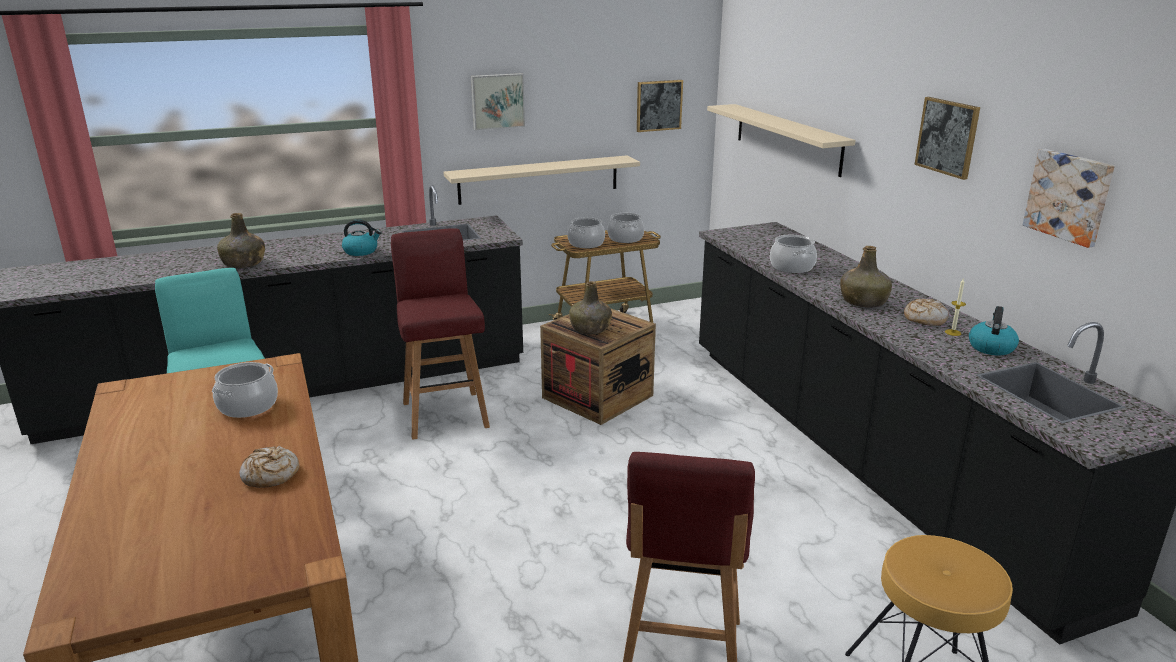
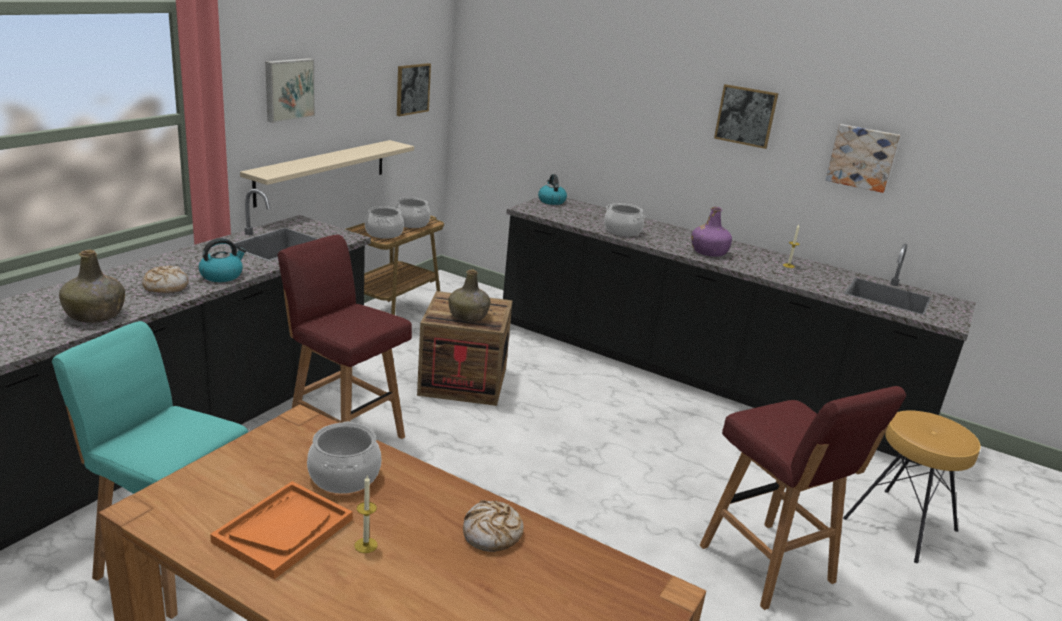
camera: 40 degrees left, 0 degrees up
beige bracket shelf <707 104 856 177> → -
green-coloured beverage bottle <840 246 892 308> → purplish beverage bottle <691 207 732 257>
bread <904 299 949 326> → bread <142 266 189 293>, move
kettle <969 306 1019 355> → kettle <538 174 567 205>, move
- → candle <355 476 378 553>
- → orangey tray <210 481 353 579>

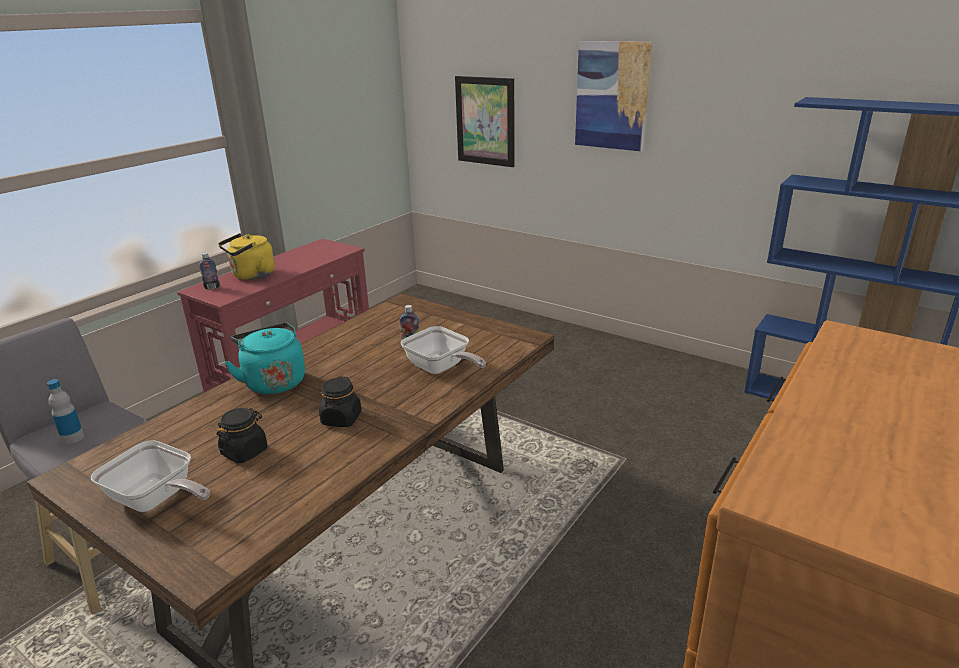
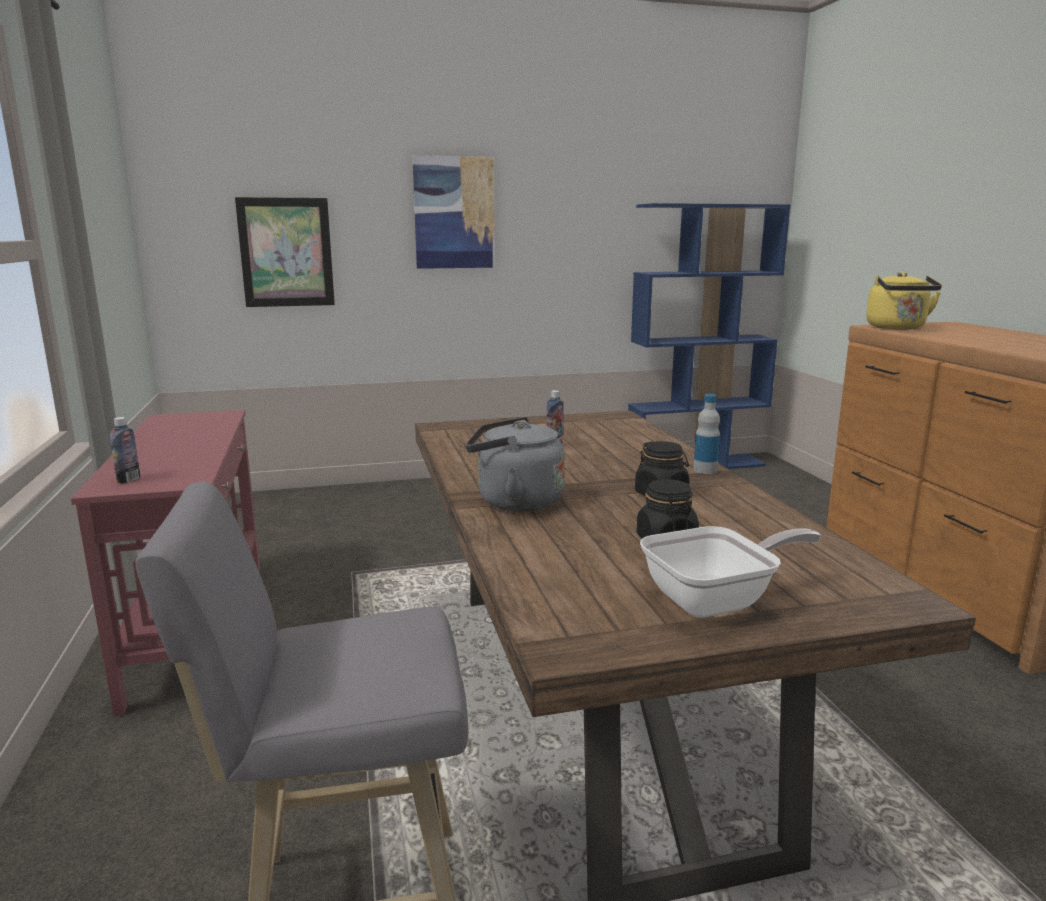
camera: 50 degrees left, 10 degrees down
yellow-coloured kettle <218 233 275 280> → yellow-coloured kettle <866 272 942 330>, move
turquoise kettle <224 323 305 394> → gray kettle <466 417 565 512>
skillet <400 326 486 374> → -
beverage bottle <47 379 84 444> → beverage bottle <693 394 720 474>, move

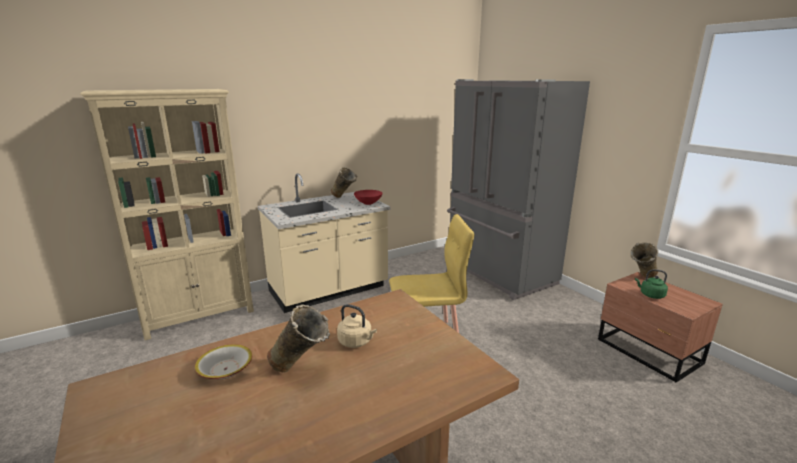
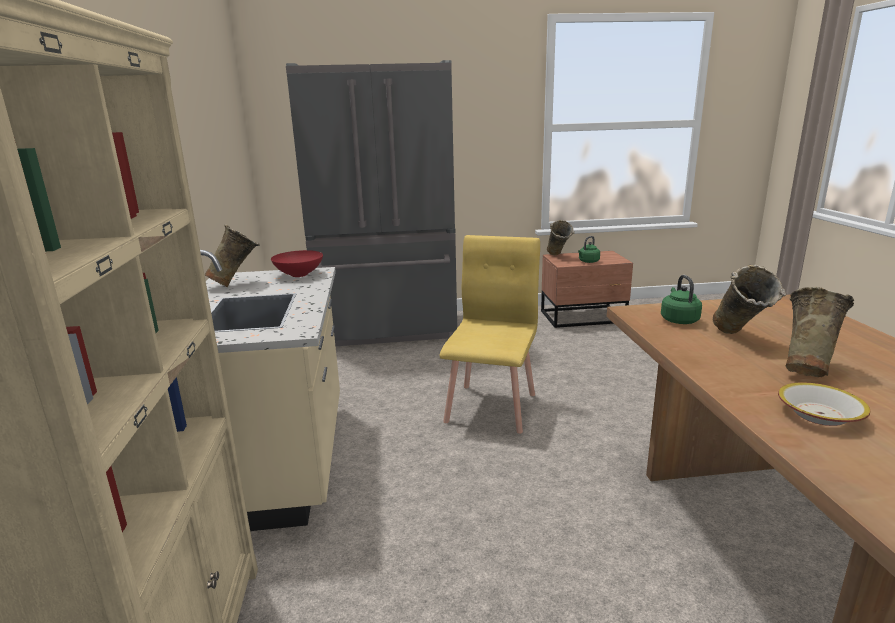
camera: 65 degrees left, 0 degrees up
beige kettle <337 304 377 348> → beige vase <713 265 786 334>
- → green-coloured kettle <661 275 702 324>

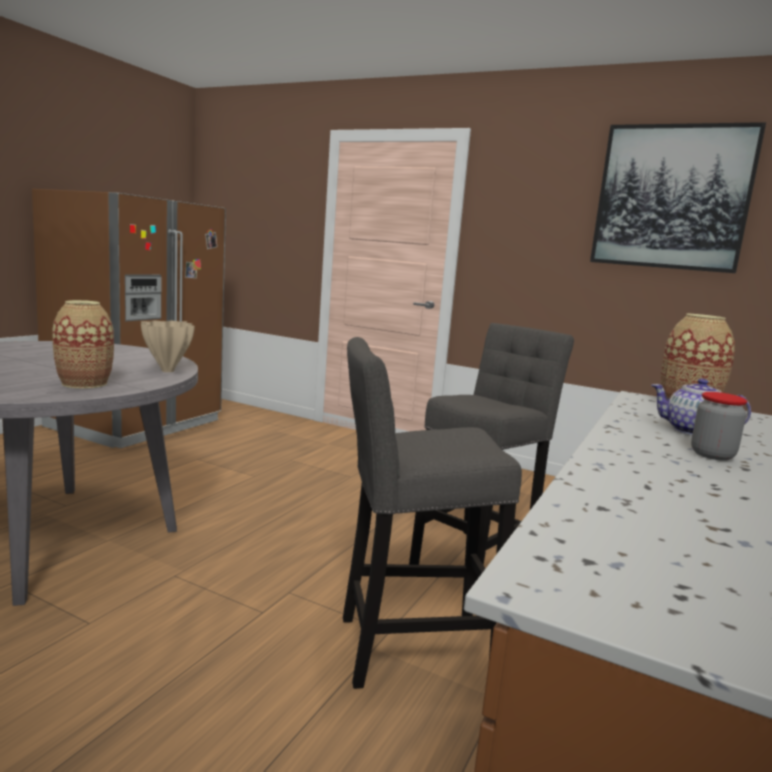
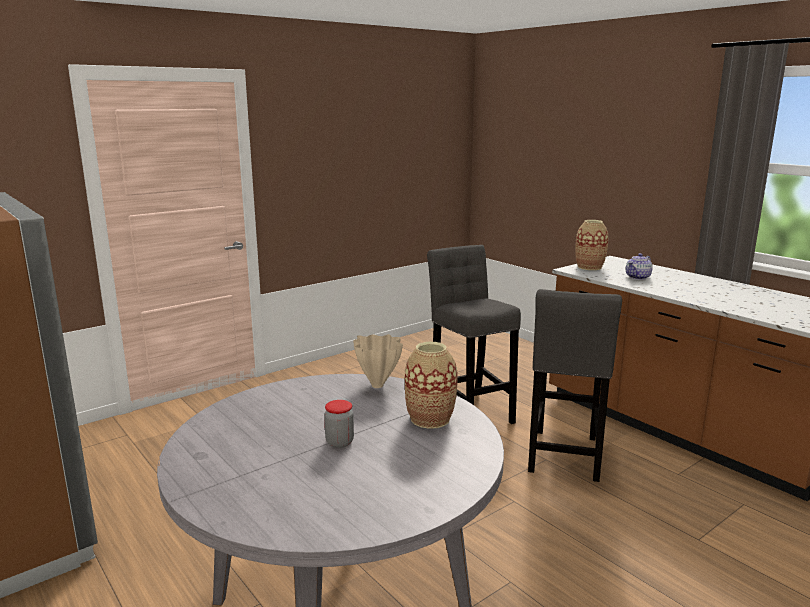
camera: 65 degrees left, 5 degrees up
wall picture <590 122 766 273> → -
storage jar <691 392 747 461> → storage jar <324 400 354 448>, move

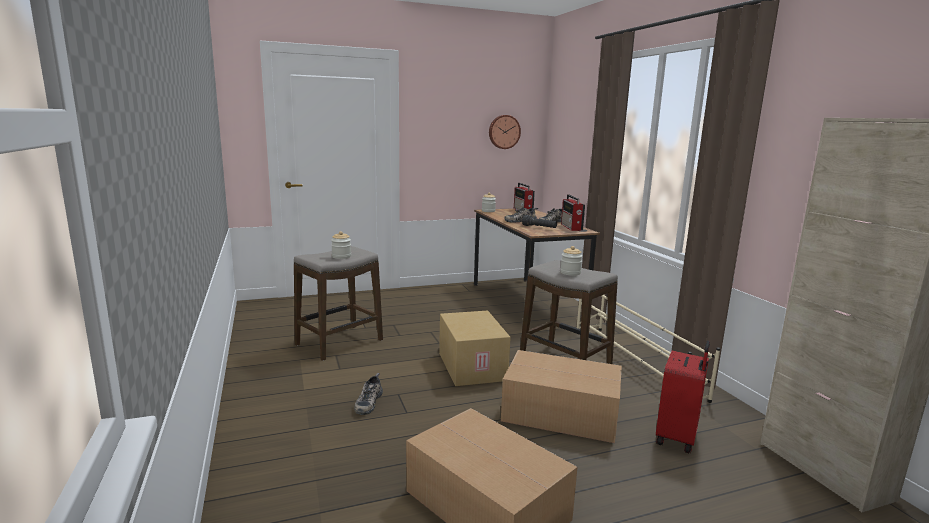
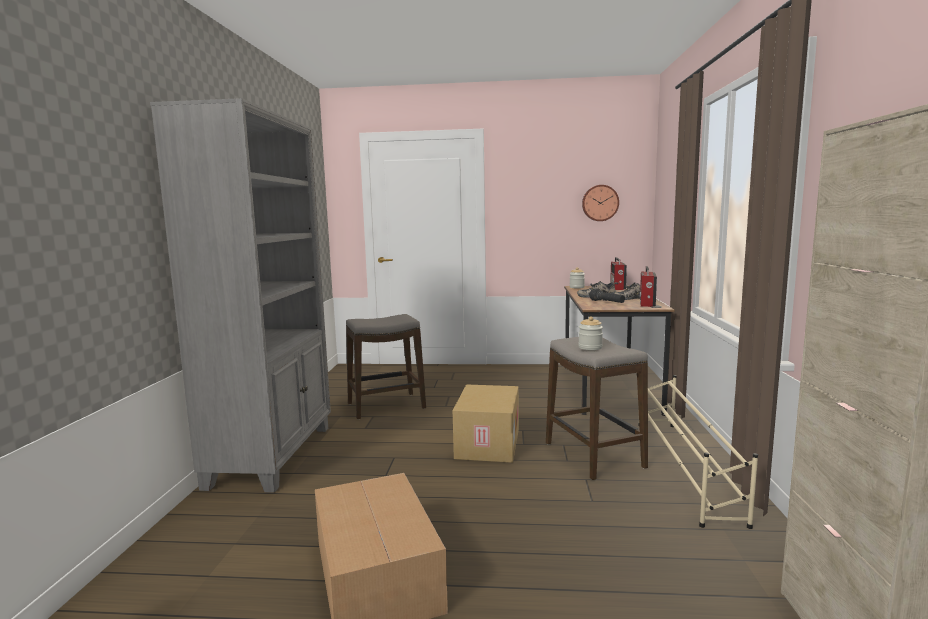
camera: 25 degrees right, 5 degrees down
storage jar <331 231 351 259> → -
reddish travel case <656 341 710 453> → -
cardboard box <501 350 622 443> → -
item of footwear <354 373 383 415> → -
- → gray bookcase <150 98 331 493>

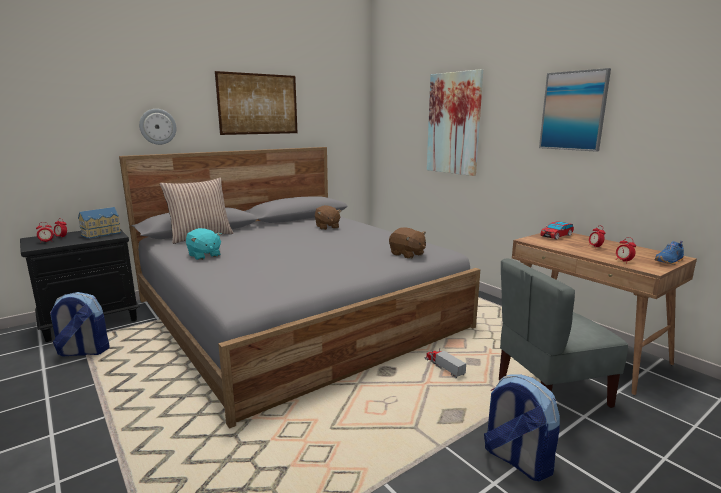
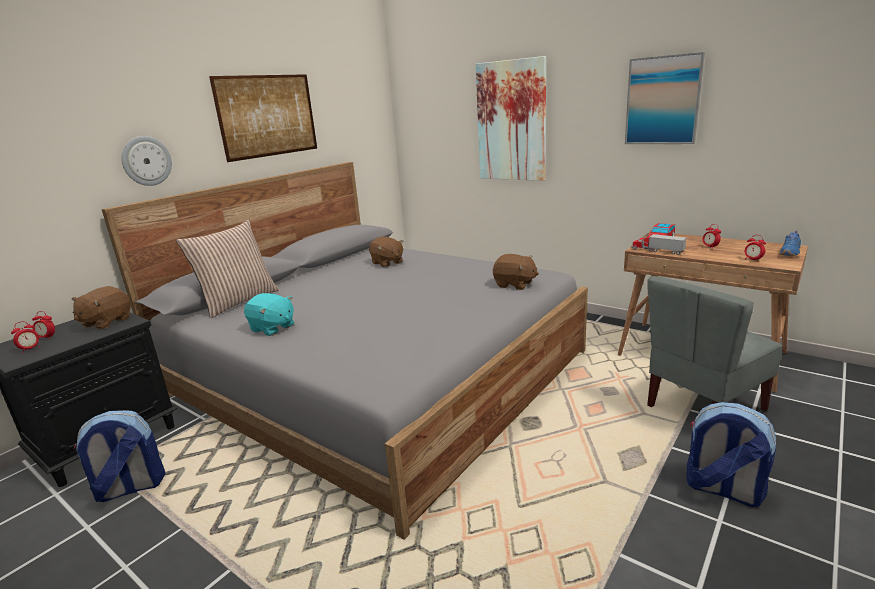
camera: 15 degrees left, 5 degrees up
model house <78 207 121 239> → brown-coloured cuddly toy <72 286 130 330>
model truck <425 348 466 379> → model truck <631 233 686 255>, move

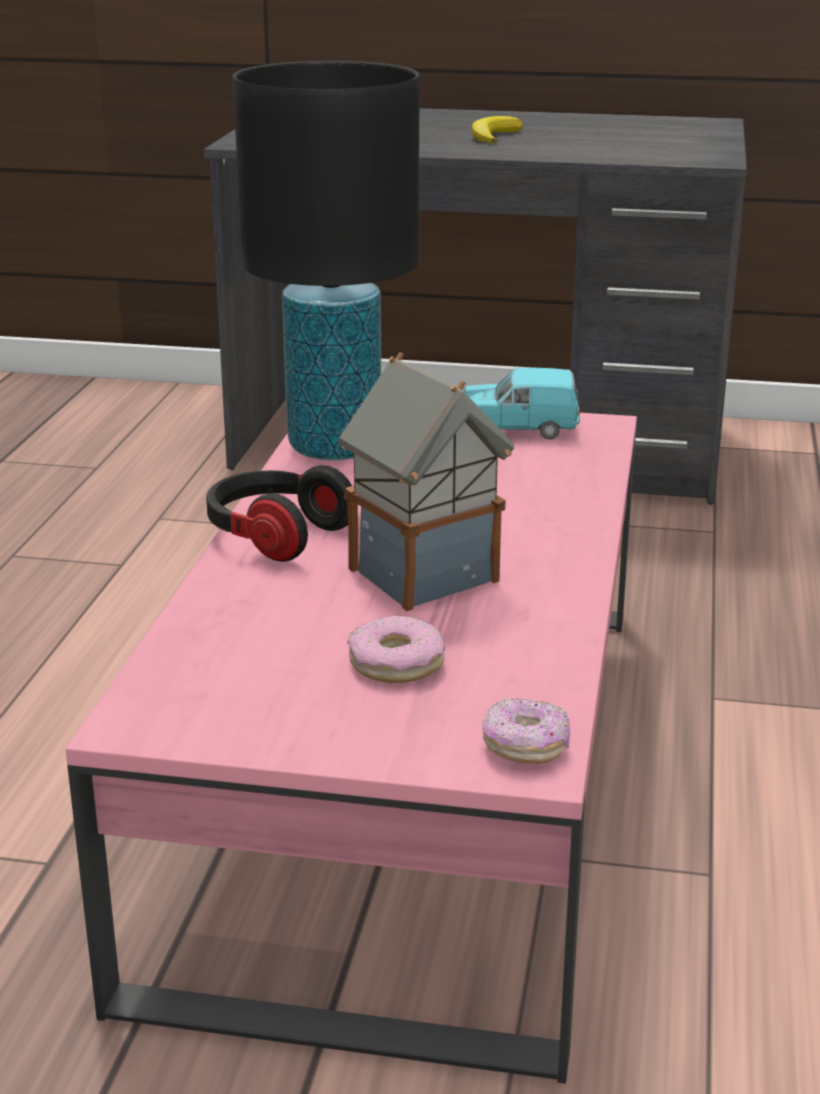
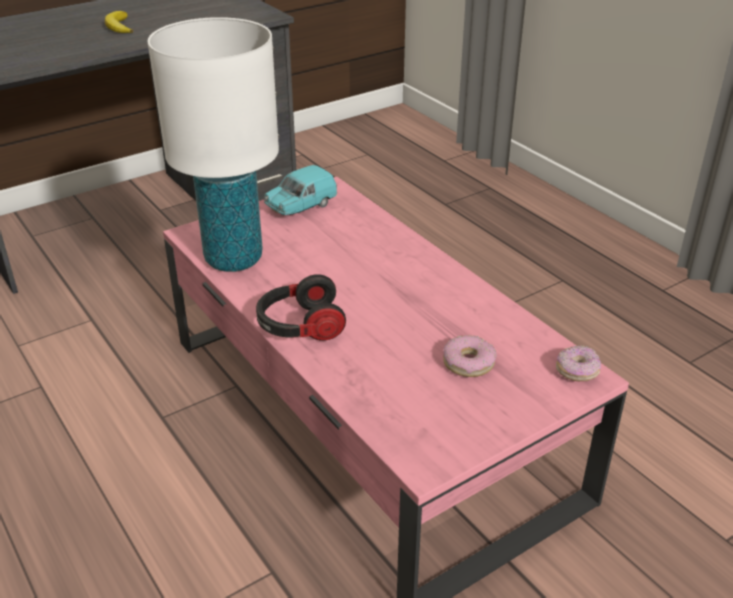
camera: 45 degrees left, 10 degrees up
black-coloured tabletop lamp <232 61 420 460> → white tabletop lamp <147 17 279 272>
model house <338 352 514 611> → -

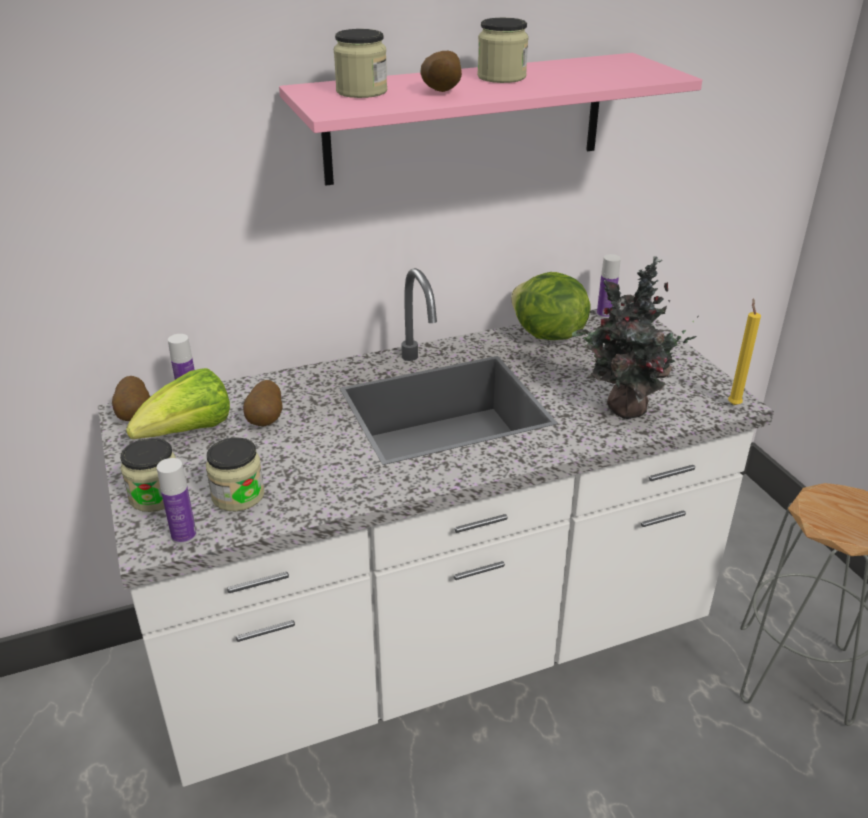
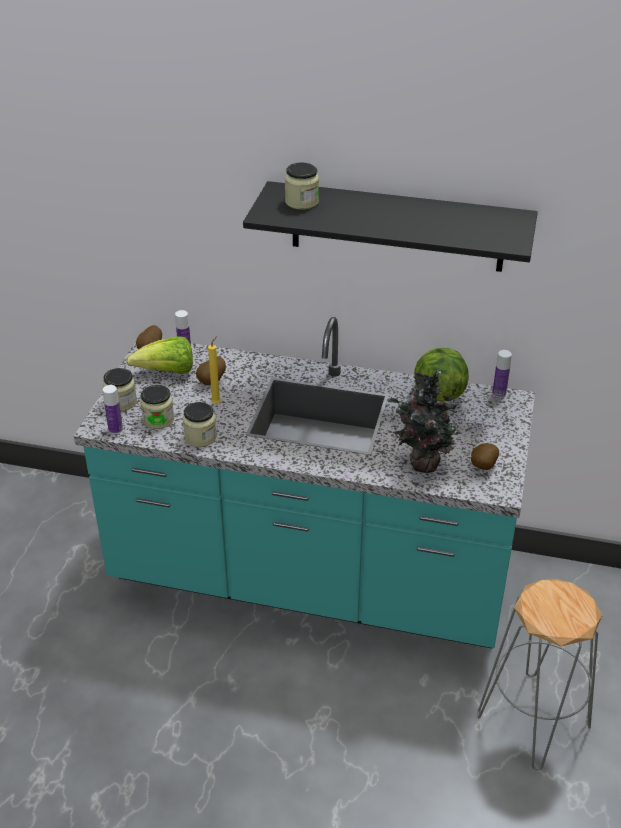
camera: 35 degrees right, 5 degrees up
storage jar <477 18 529 83> → storage jar <183 402 217 447>, move
spud <420 51 462 92> → spud <471 443 499 470>, move
pink-coloured bracket shelf <279 53 702 186> → black-coloured bracket shelf <243 181 538 272>
white kitchen base unit <97 268 774 787> → turquoise kitchen base unit <74 317 535 649>
yellow-coloured candle <728 298 761 405> → yellow-coloured candle <208 336 221 404>, move

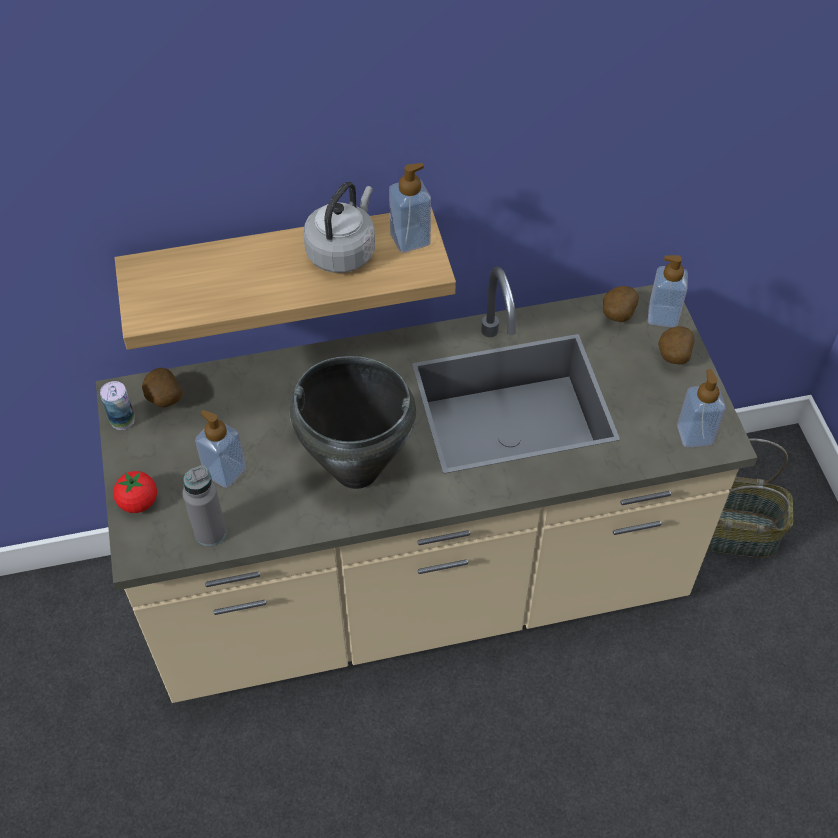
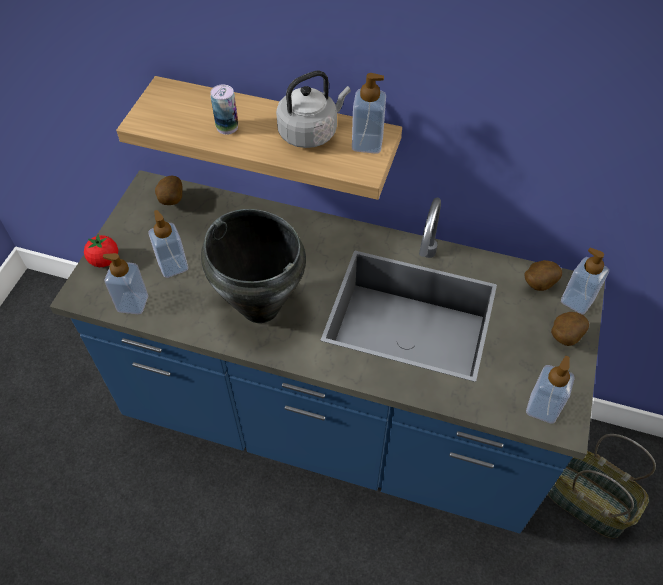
camera: 30 degrees right, 0 degrees up
beige kitchen base unit <96 267 758 703> → bluish kitchen base unit <49 170 605 533>
can <100 381 135 430> → can <210 85 238 135>, move
gray beverage bottle <182 465 227 546> → soap bottle <103 253 148 314>

